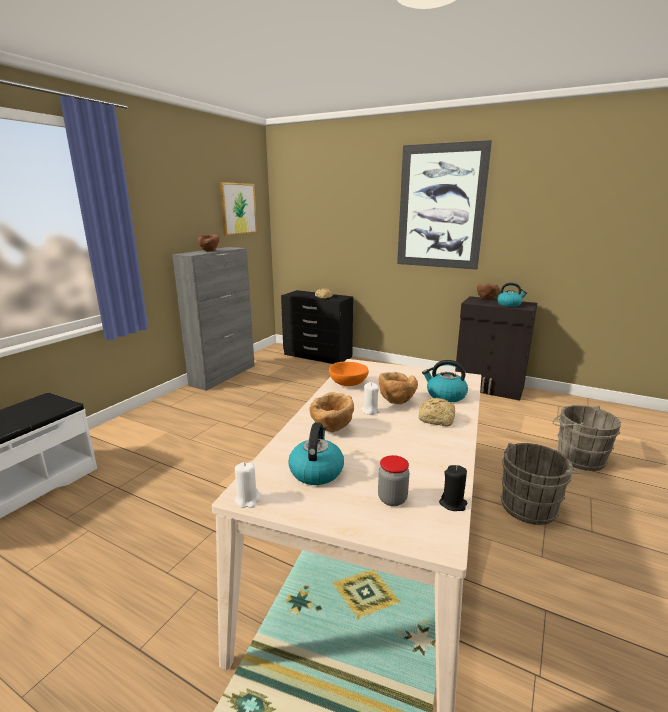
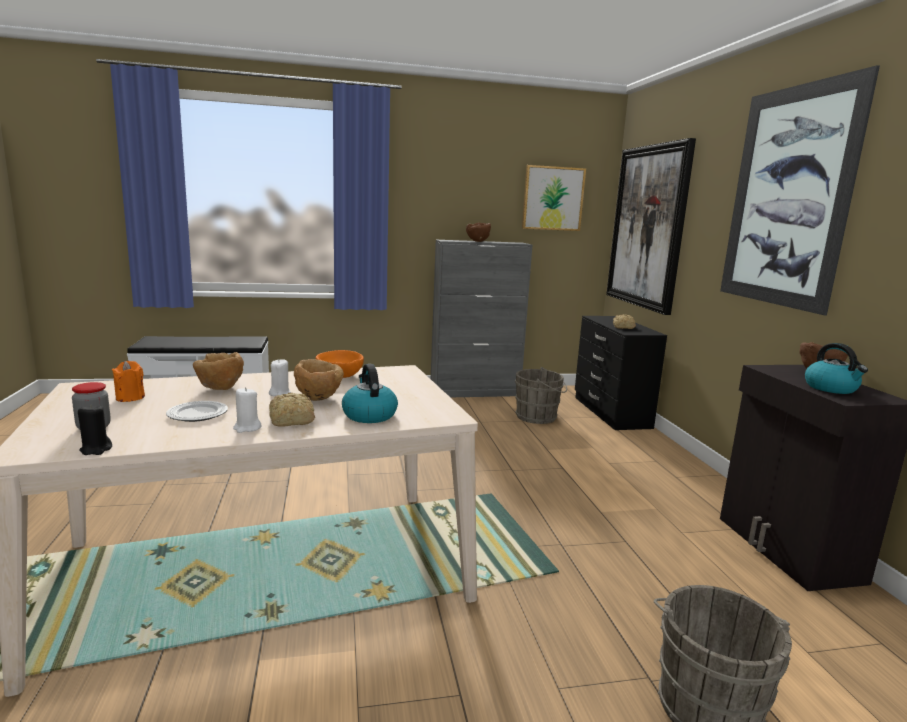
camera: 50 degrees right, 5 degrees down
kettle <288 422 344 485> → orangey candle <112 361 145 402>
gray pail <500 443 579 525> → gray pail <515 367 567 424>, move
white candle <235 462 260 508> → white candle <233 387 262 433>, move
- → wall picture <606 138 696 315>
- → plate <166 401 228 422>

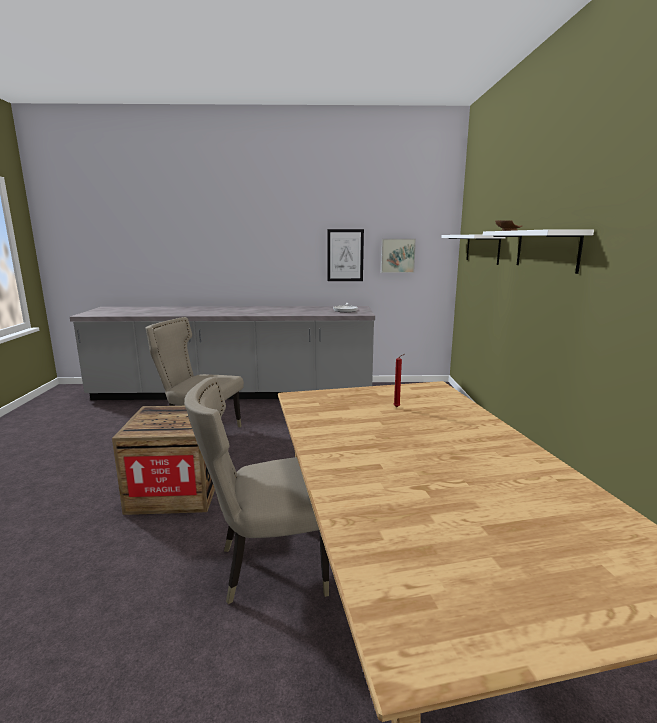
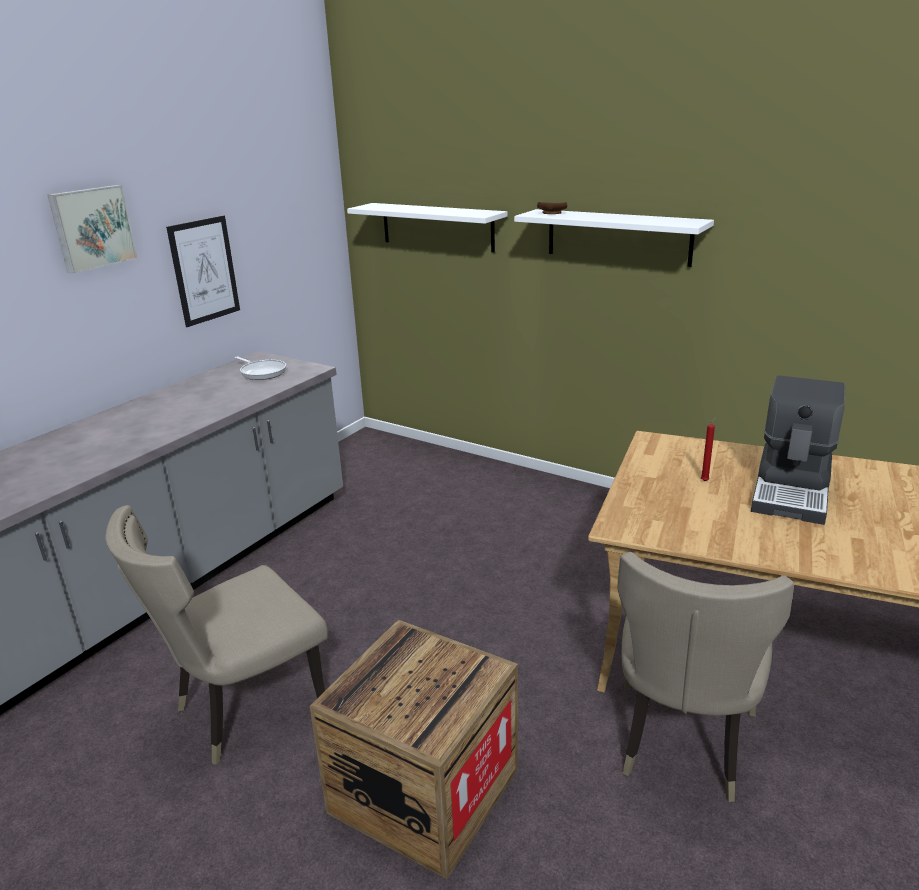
camera: 55 degrees left, 10 degrees up
wall picture <381 239 416 273> → wall picture <48 185 138 273>, move
- → coffee machine <751 376 846 525>

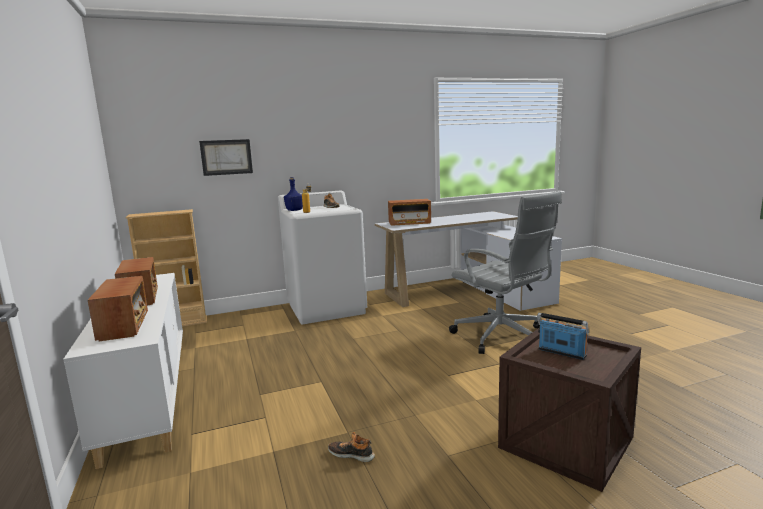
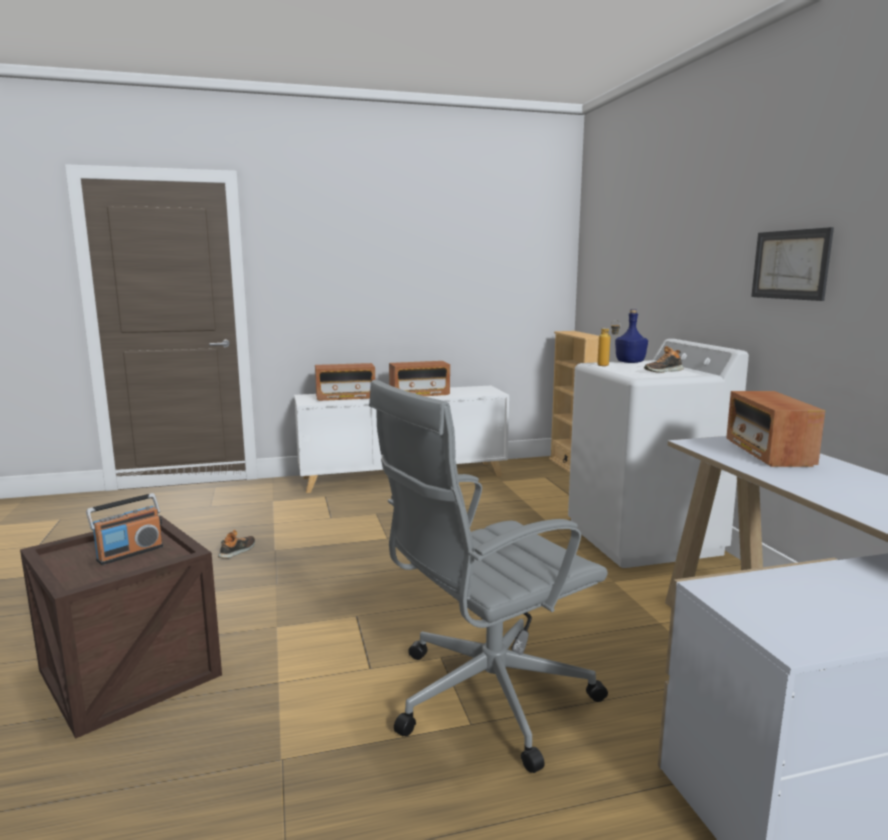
camera: 95 degrees right, 0 degrees up
wall picture <199 139 253 176> → wall picture <751 227 834 301>, move

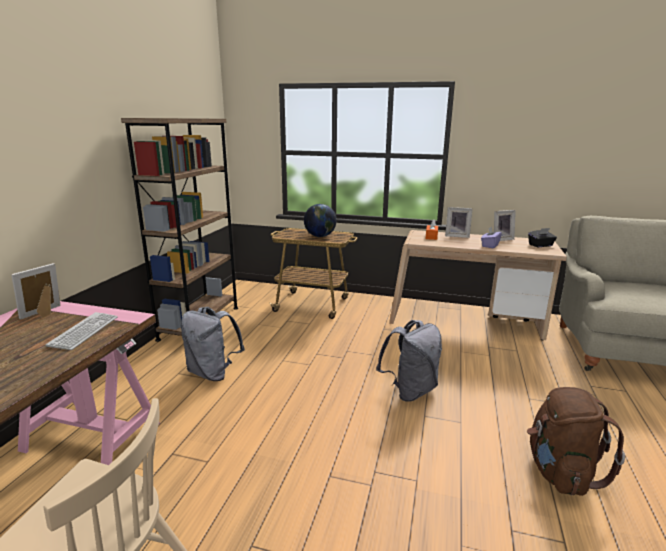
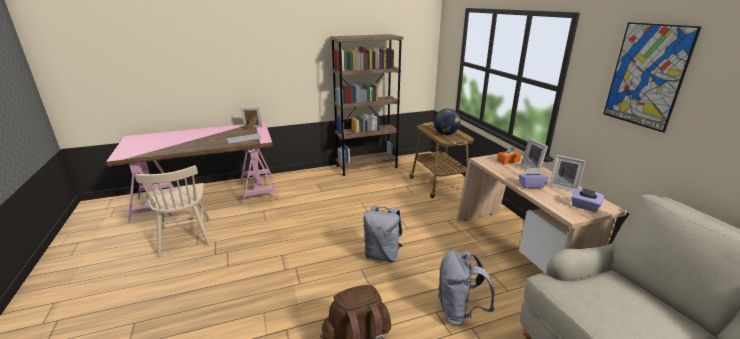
camera: 55 degrees right, 5 degrees up
black-coloured box of tissues <528 228 557 247> → purplish box of tissues <571 188 604 212>
gray rucksack <180 307 245 381> → gray rucksack <437 250 494 326>, move
- → wall picture <603 22 701 133>

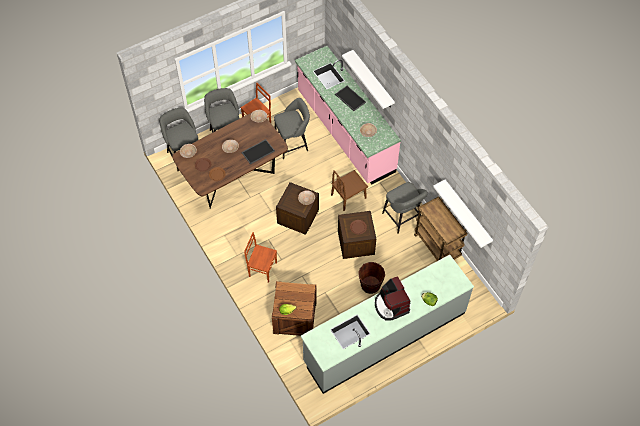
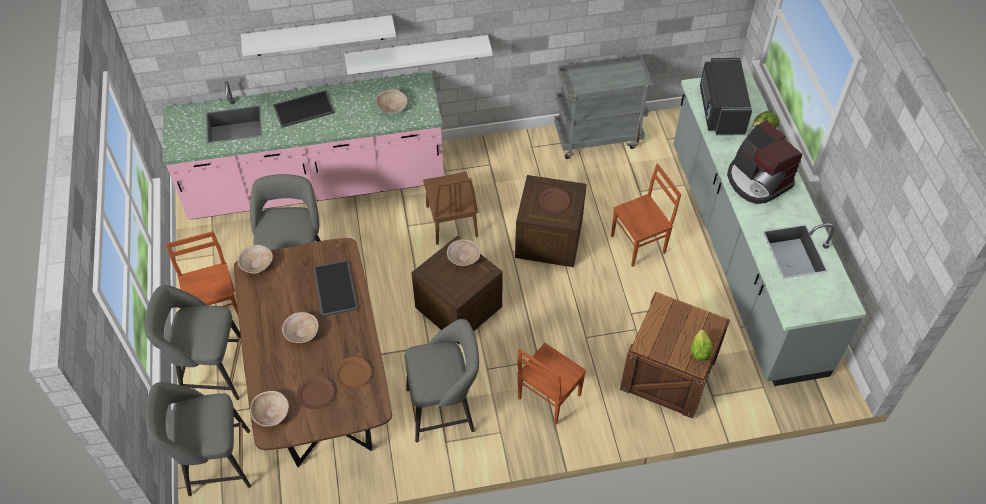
camera: 70 degrees left, 5 degrees down
white bracket shelf <433 180 493 248> → white bracket shelf <344 35 492 75>, move
gray stool <382 182 428 234> → gray stool <405 319 479 443>, move
brown-coloured wheeled cart <414 196 467 262> → gray wheeled cart <554 54 653 159>
brown-coloured pail <359 262 385 294> → brown-coloured upright chair <611 163 681 267>
coffee machine <375 276 411 321> → coffee machine <727 120 802 204>, 60 degrees clockwise
- → black-coloured microwave <700 58 752 136>

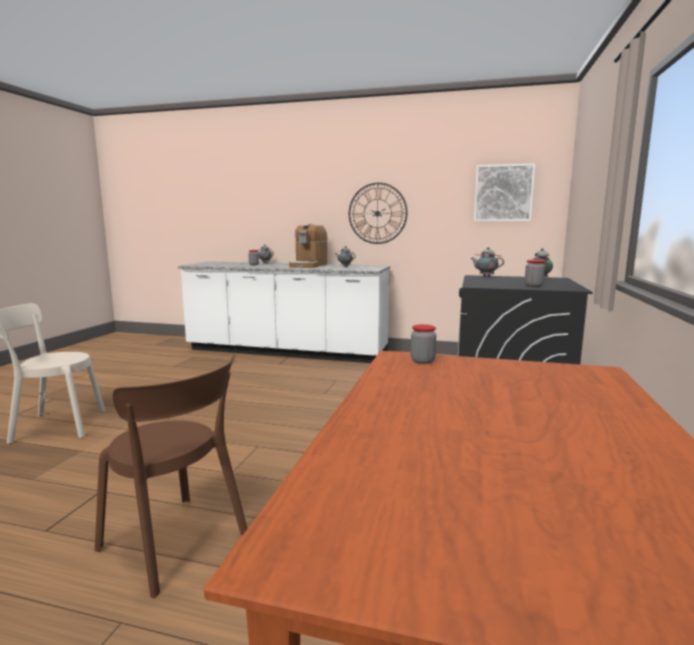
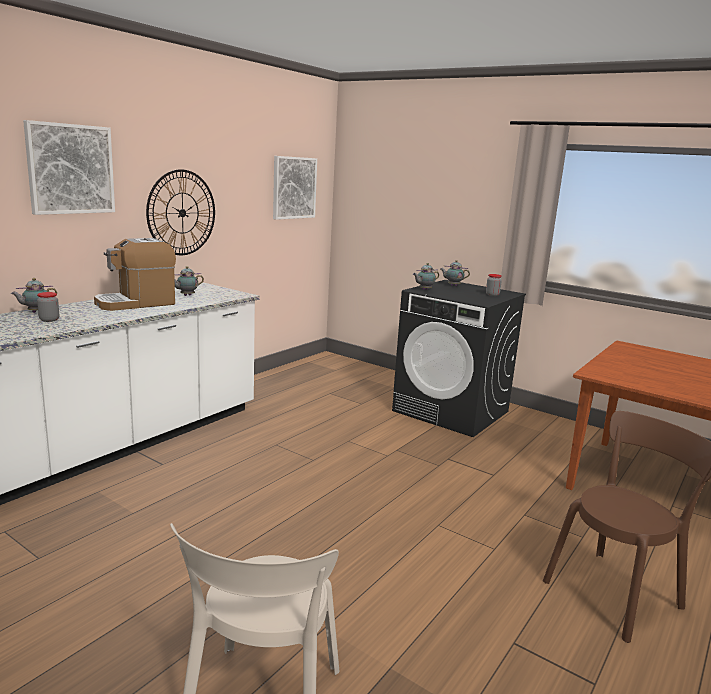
camera: 70 degrees left, 5 degrees up
coffee machine <289 224 327 268> → coffee machine <94 238 176 311>, 105 degrees clockwise
storage jar <411 324 436 364> → -
- → wall picture <23 120 115 215>

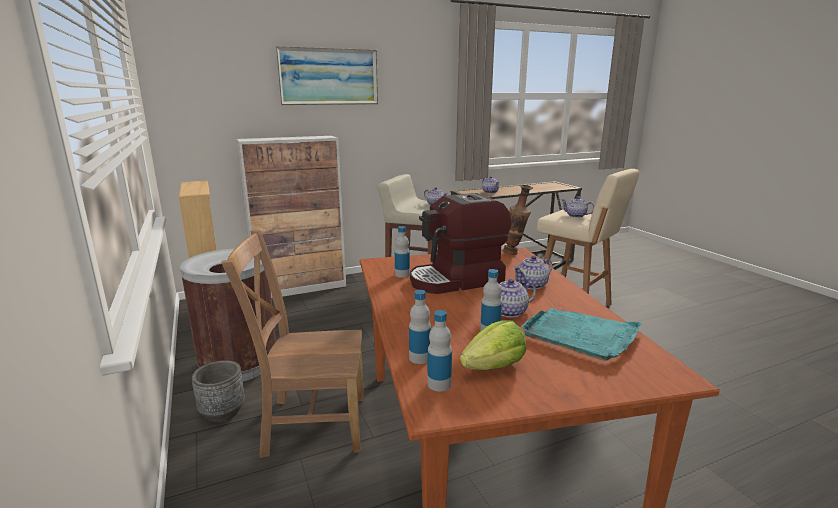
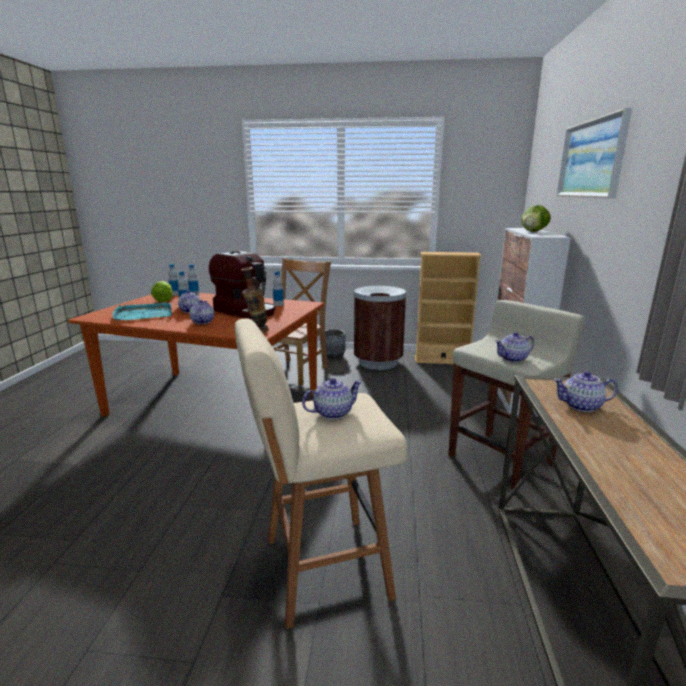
camera: 120 degrees right, 0 degrees up
coffee machine <410 193 511 294> → coffee machine <209 251 275 319>, 120 degrees clockwise
- → lettuce <521 205 551 232>

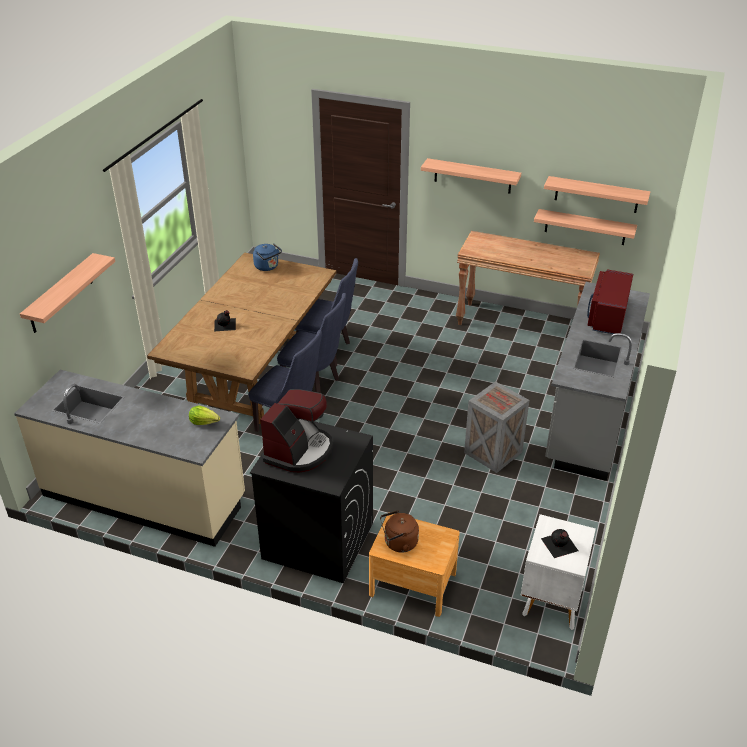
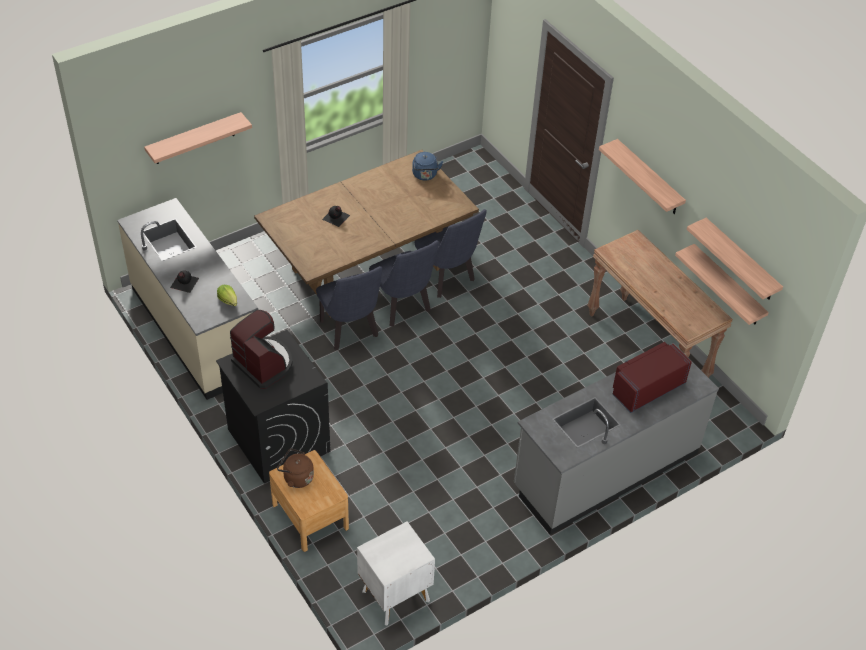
camera: 35 degrees right, 10 degrees up
packing crate <464 382 529 473> → -
coffee machine <260 389 333 472> → coffee machine <230 309 293 389>, 105 degrees counterclockwise
black-coloured beverage bottle <541 529 578 558> → black-coloured beverage bottle <170 270 199 293>, move

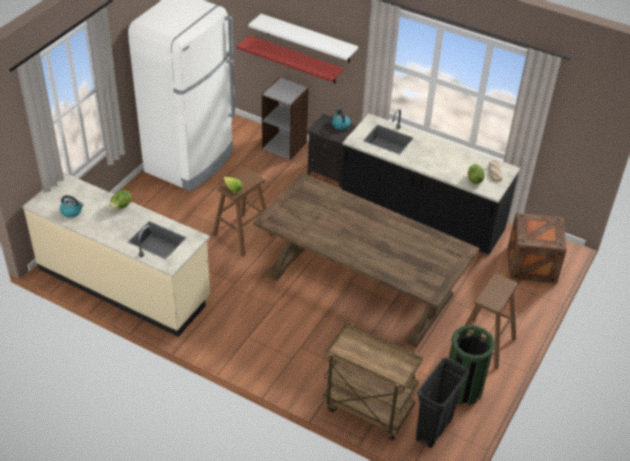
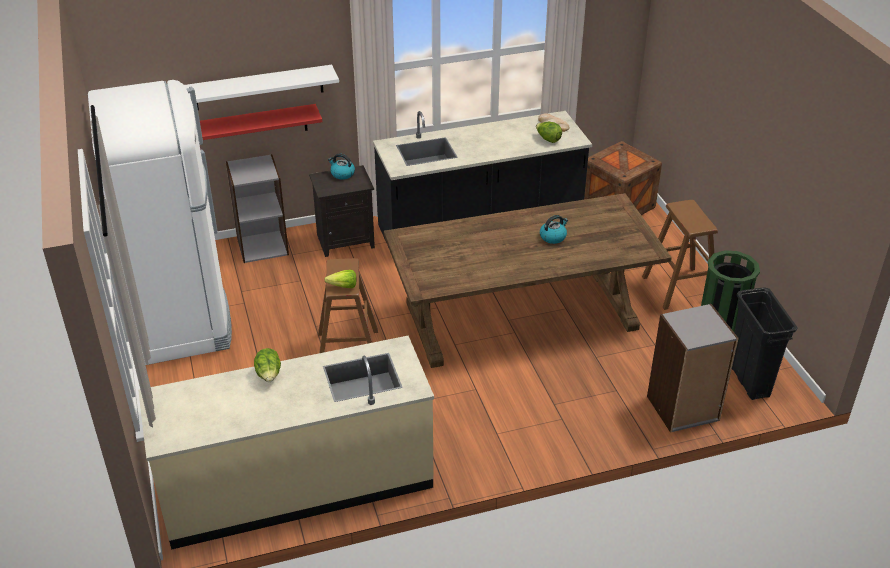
camera: 45 degrees left, 5 degrees down
kettle <60 195 84 217> → kettle <540 215 568 244>, move
brown-coloured wheeled cart <323 323 423 441> → gray bookcase <647 304 739 433>

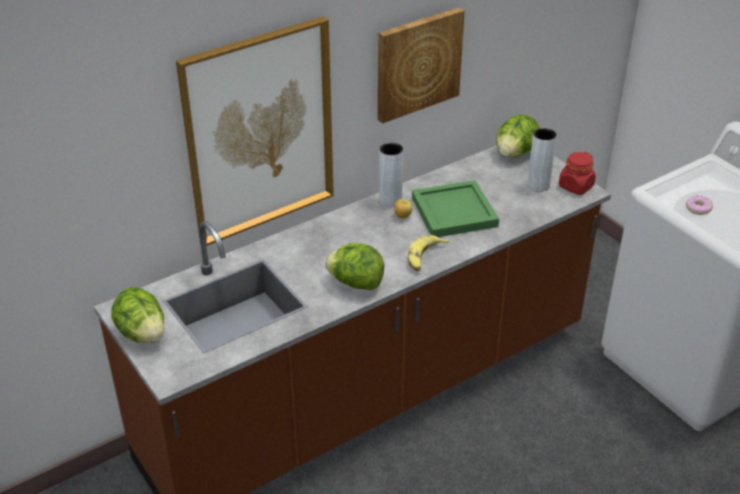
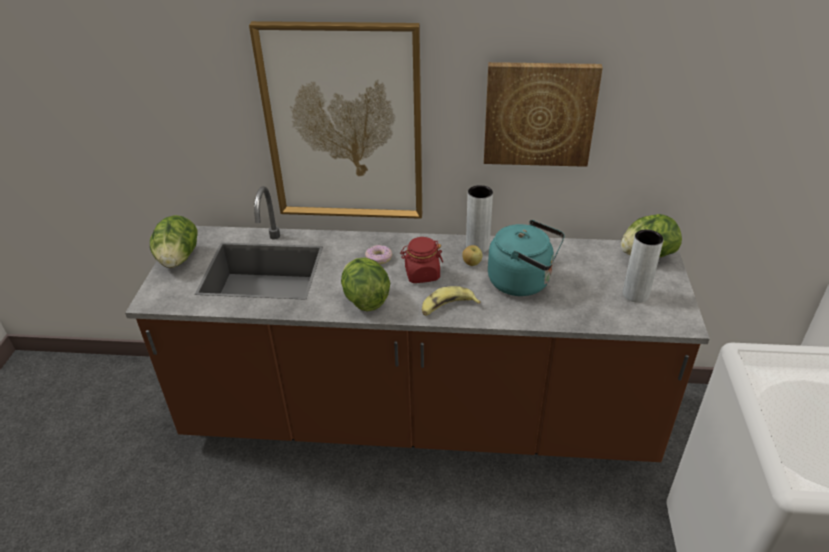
camera: 40 degrees right, 0 degrees up
reddish storage jar <559 152 596 195> → reddish storage jar <400 237 443 283>, move
green-coloured tray <412 180 499 237> → turquoise kettle <488 220 565 296>
doughnut <686 195 713 215> → doughnut <365 245 392 264>, move

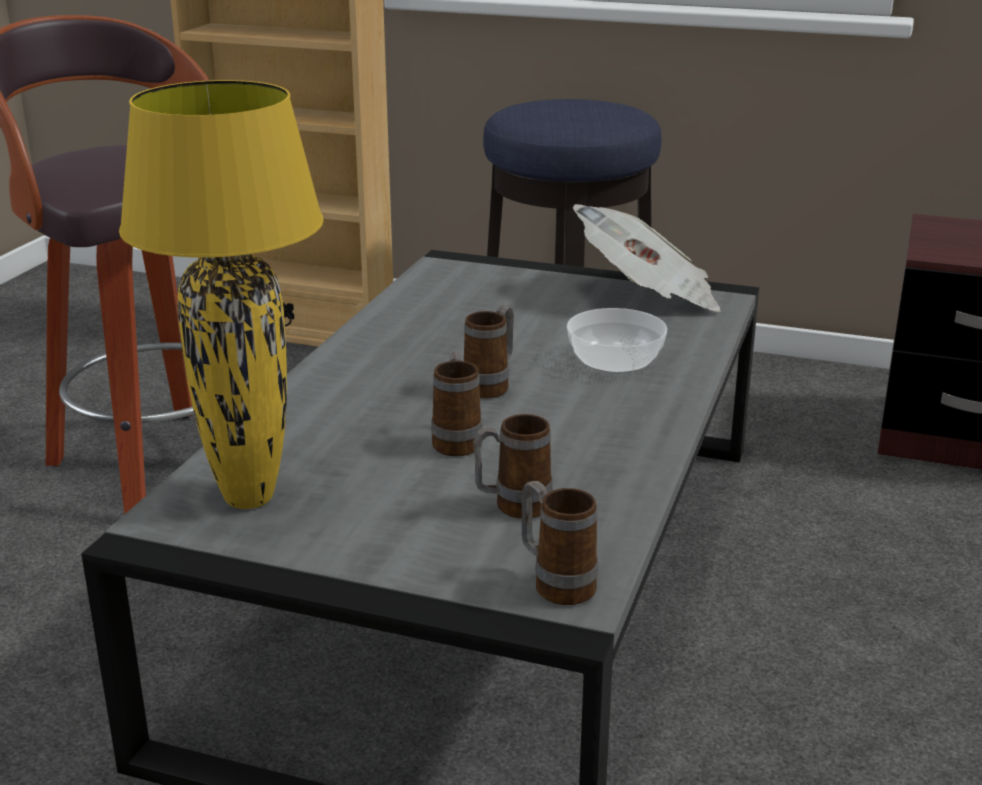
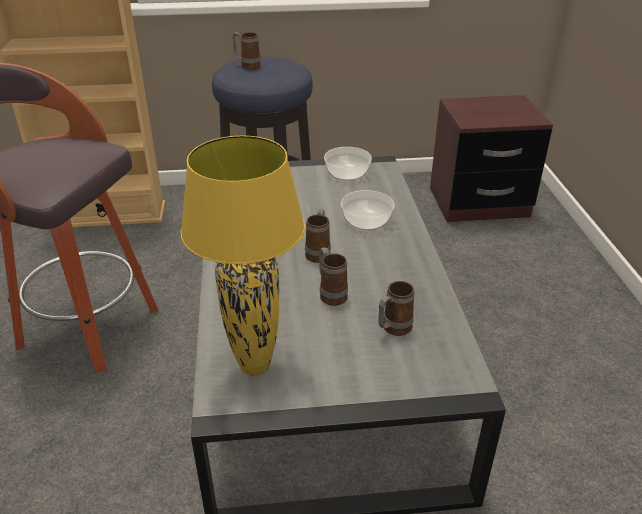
camera: 25 degrees left, 10 degrees up
daily paper <573 204 721 312> → deep dish <324 147 372 180>
tea mug <521 481 598 605> → tea mug <232 32 261 70>, move

